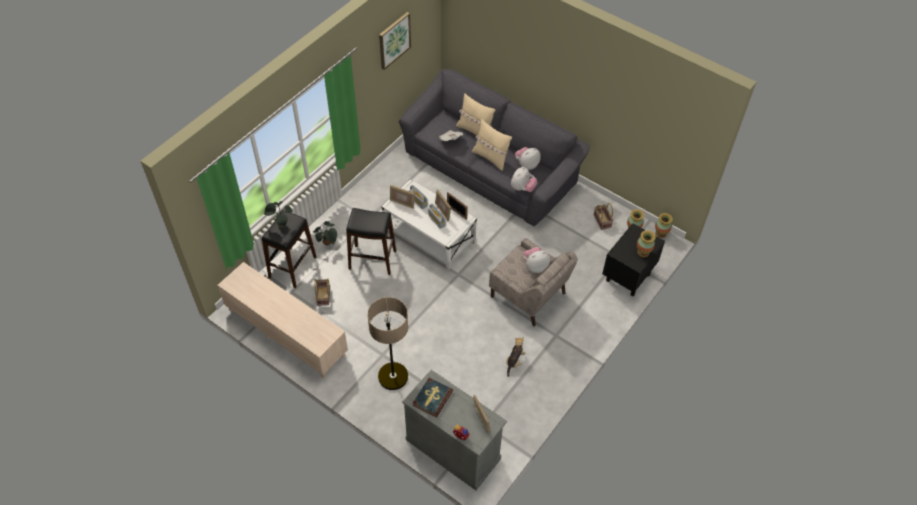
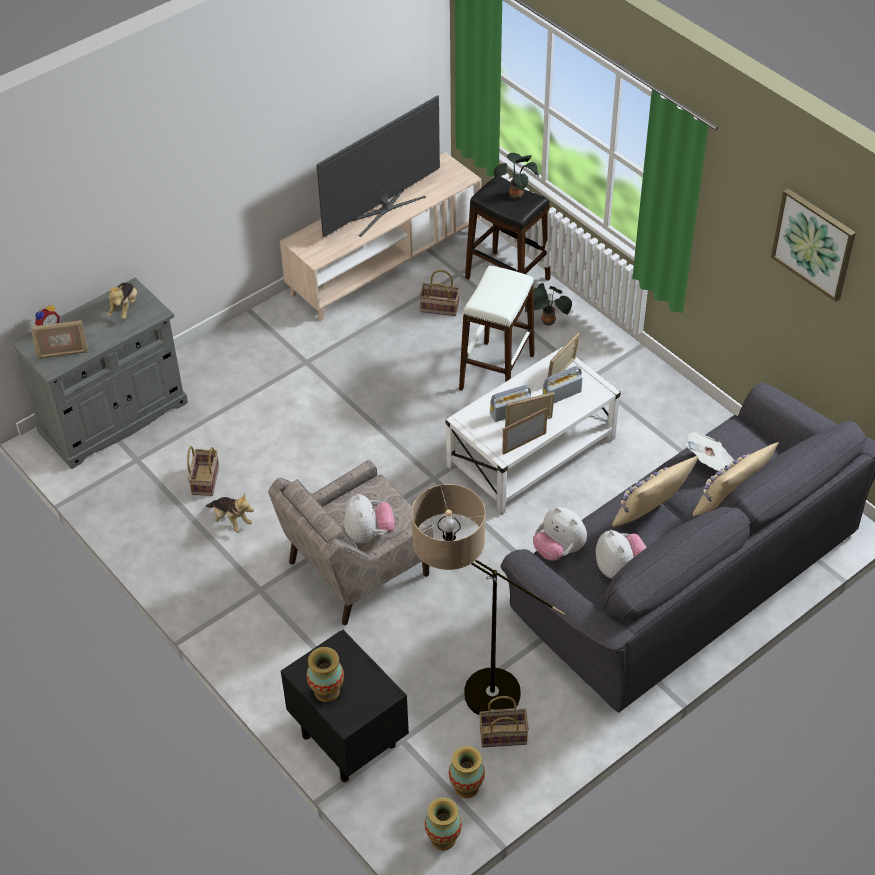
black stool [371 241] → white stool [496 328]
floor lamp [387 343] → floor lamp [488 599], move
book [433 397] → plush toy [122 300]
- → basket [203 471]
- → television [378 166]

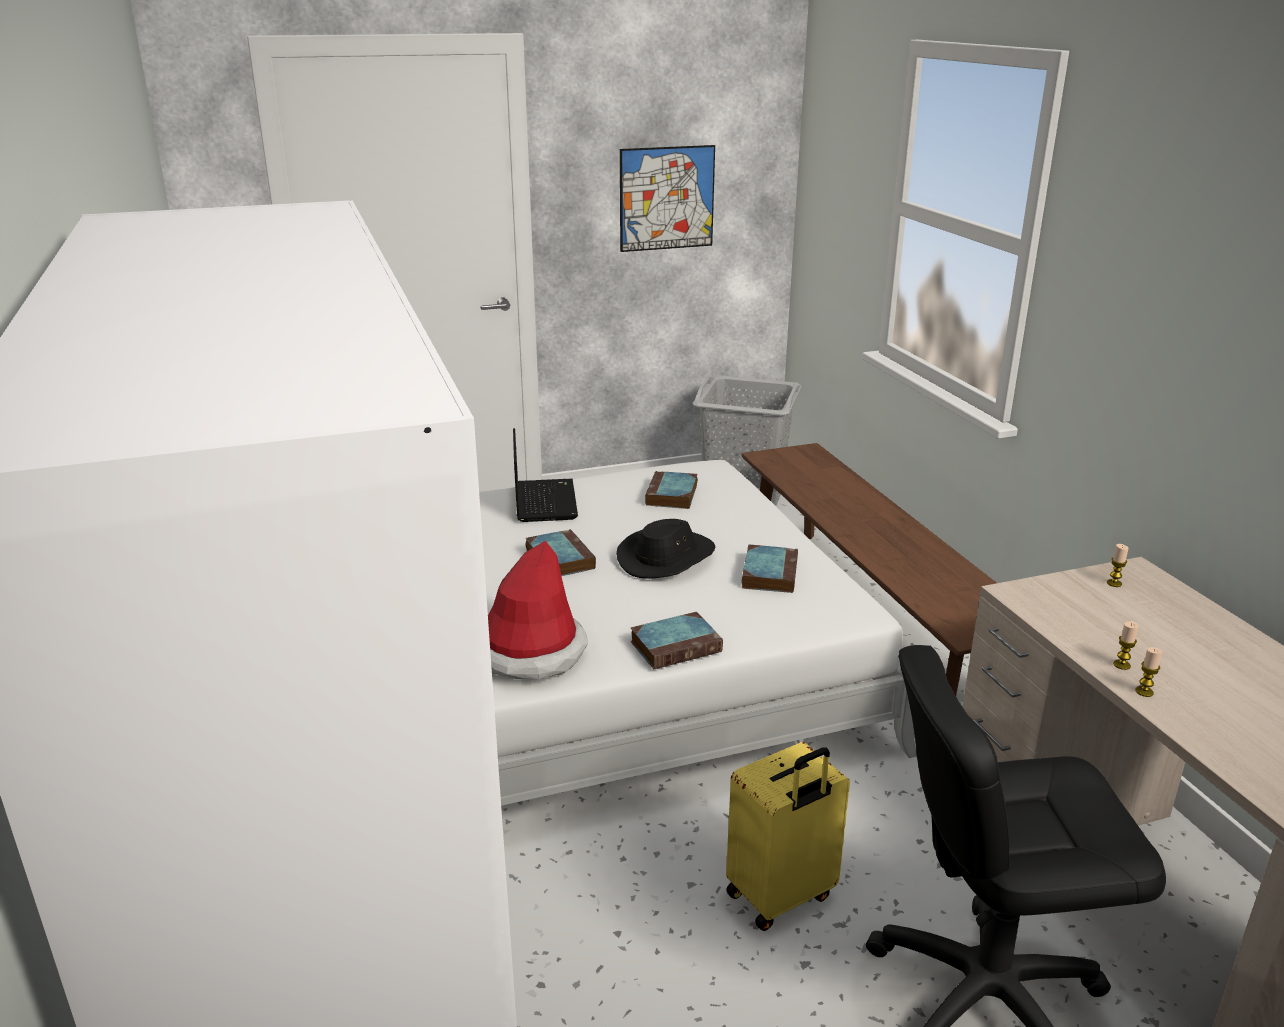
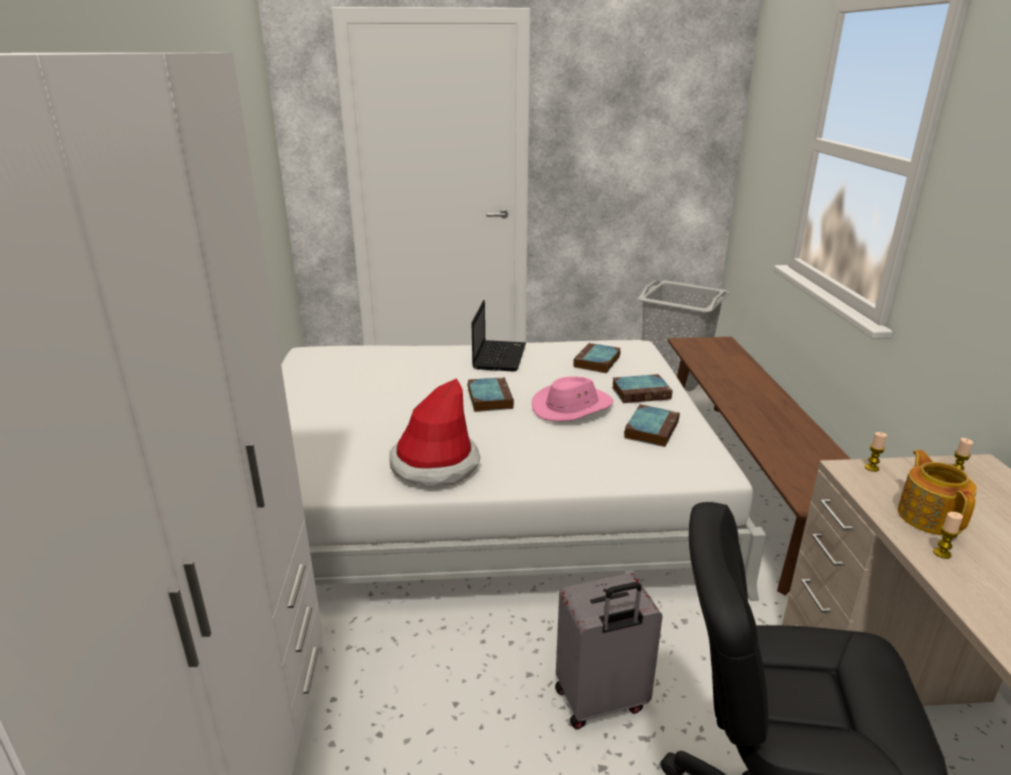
black hat [665 549] → pink hat [572 398]
picture [667 198] → -
book [676 640] → book [642 388], move
yellow suitcase [788 836] → grey suitcase [609 651]
candle [1148 672] → candle [876 452], move
- → teapot [937 492]

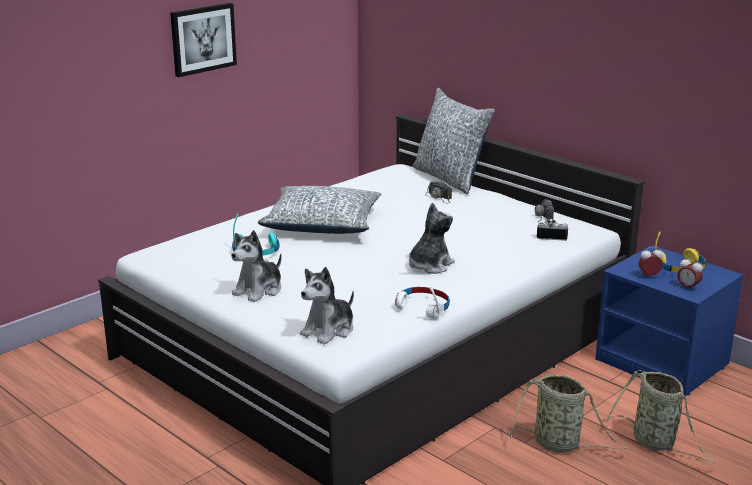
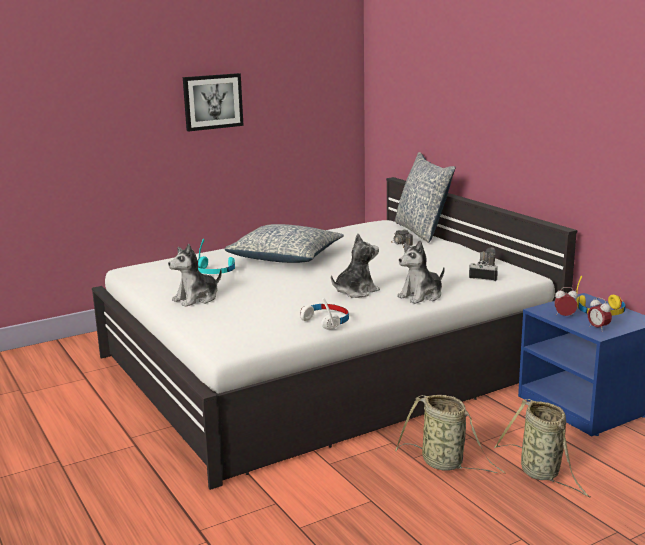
plush toy [327 305] → plush toy [421 272], move

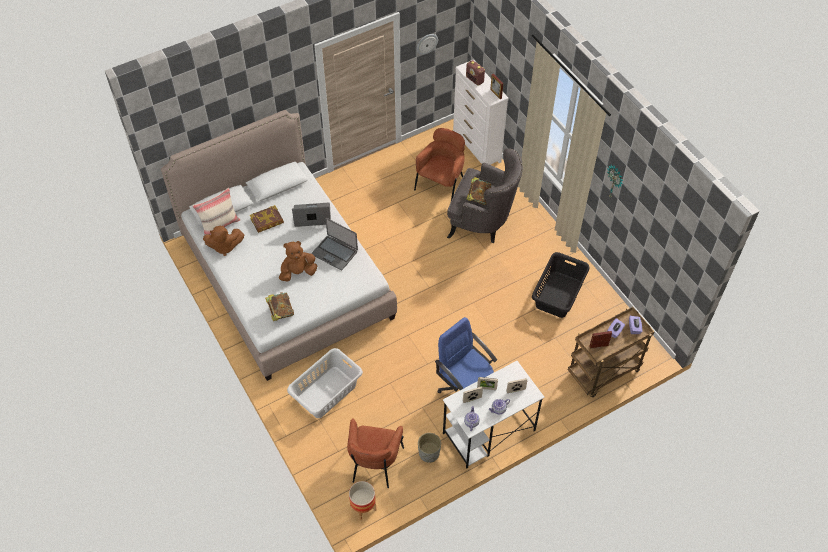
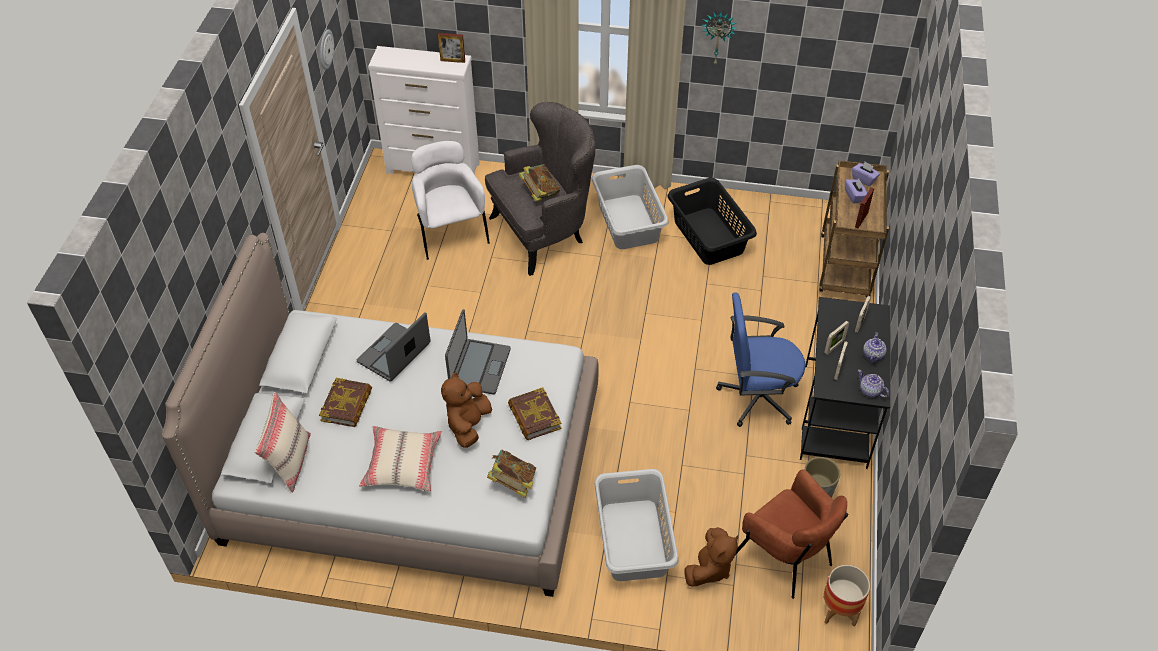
brown plush toy [223 241] → brown plush toy [711 557], move
laptop [335 244] → laptop [478 352], 60 degrees counterclockwise
brown armchair [439 164] → white armchair [450 200]
white desk [494 415] → black desk [845 383]
radio [475 73] → -
- → beige pillow [400 458]
- → book [534 413]
- → grey laundry basket [630 207]

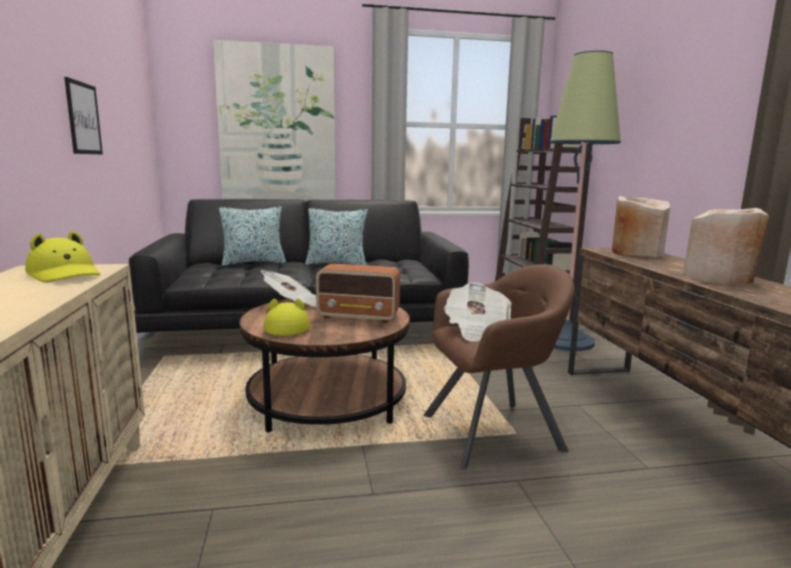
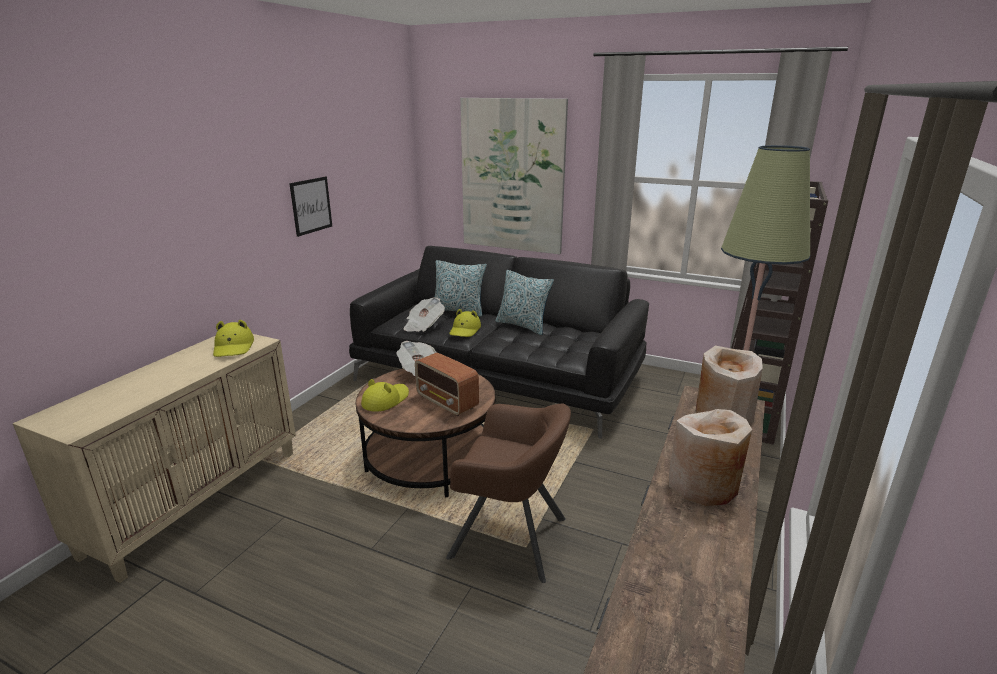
newspaper [477 312] → newspaper [424 314], move
- → yellow hat [465 323]

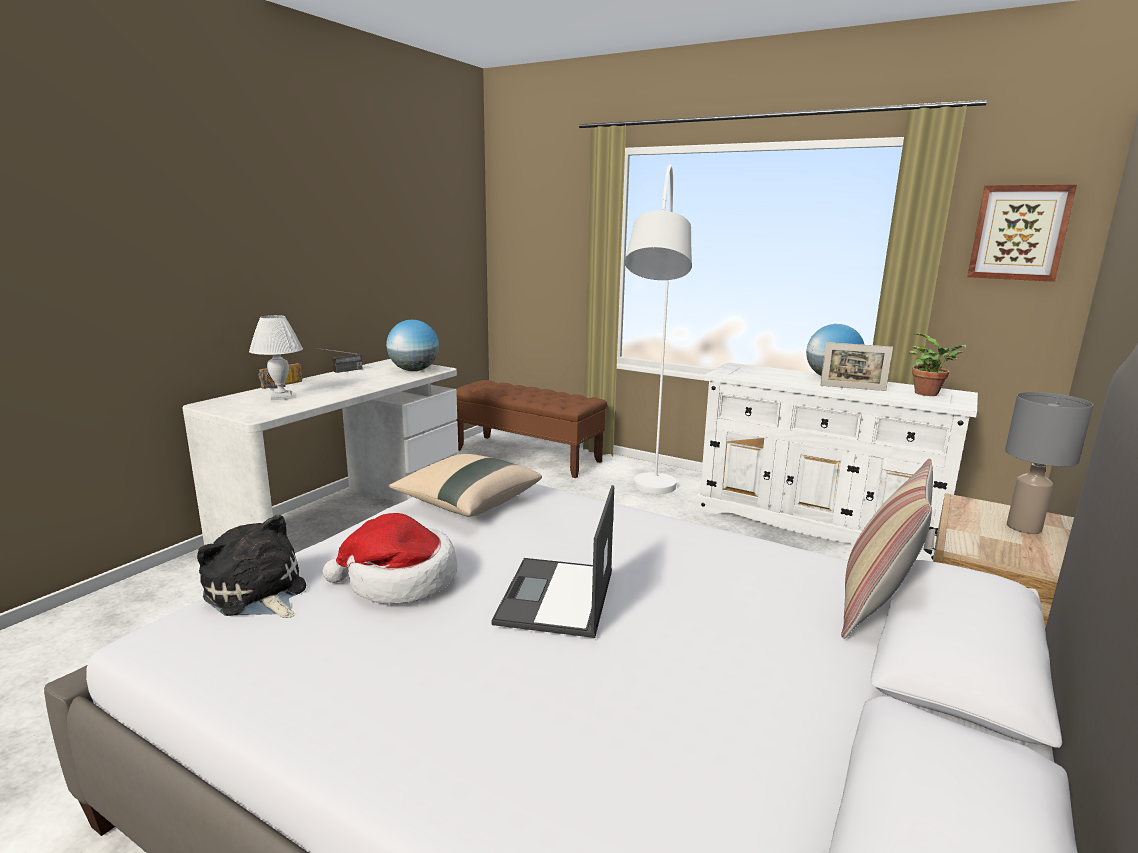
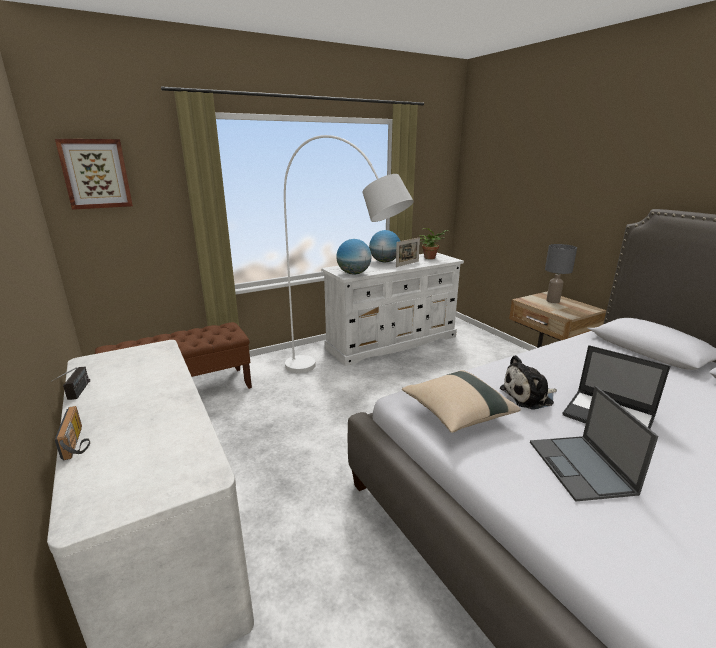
plush toy [251 566] → plush toy [528 382], move
white table lamp [276 357] → -
hat [389 558] → laptop [594 444]
globe [412 345] → globe [354 257], move
pillow [887 548] → -
picture [1022 233] → picture [94 174], move

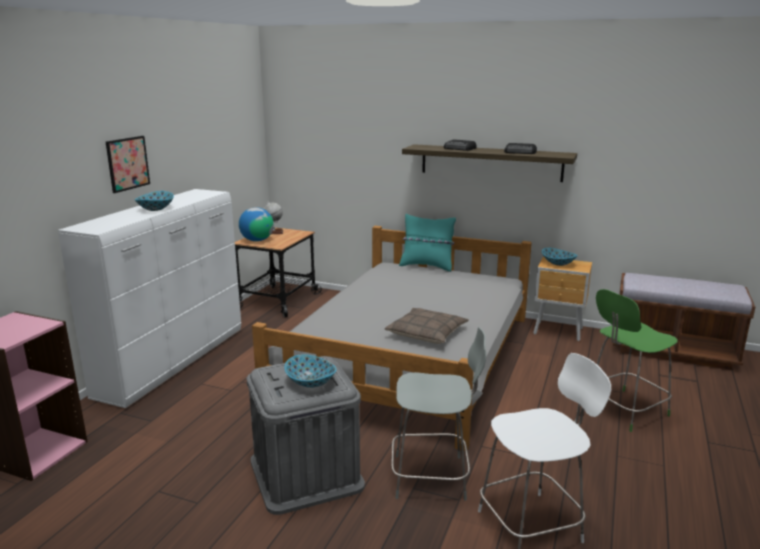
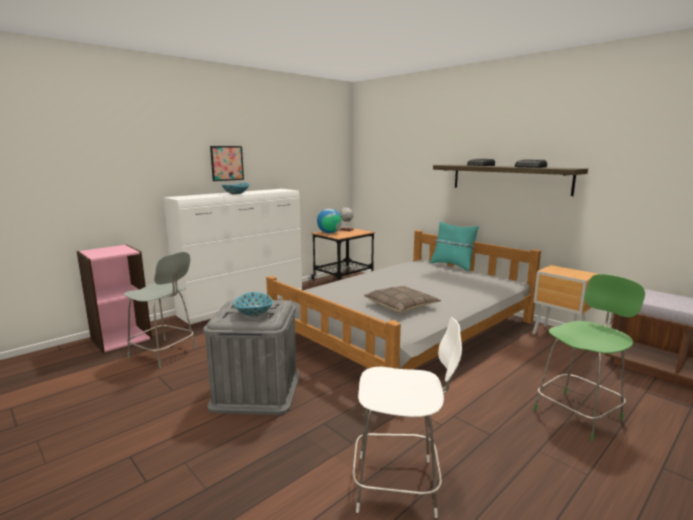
grey chair [438 413] → grey chair [160 310], move
bowl [560 257] → -
green chair [637 360] → green chair [589 358], 150 degrees clockwise

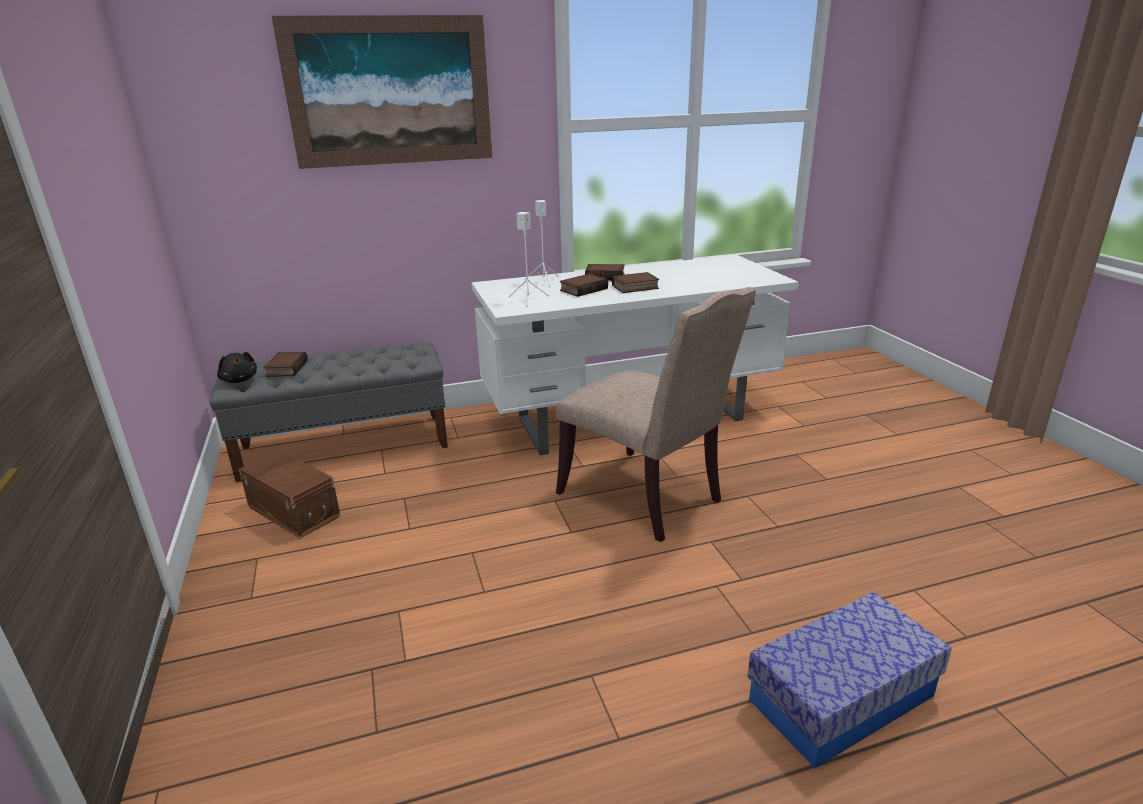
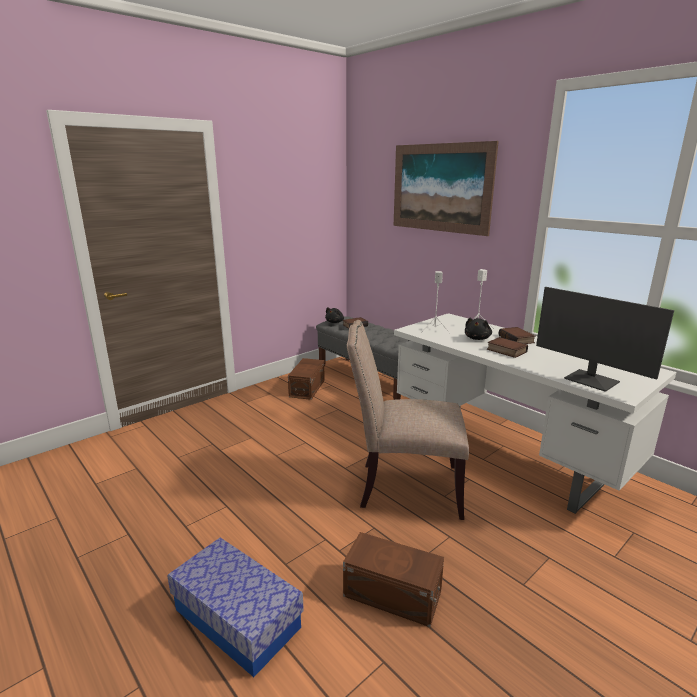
beige chair [656 414] → beige chair [408 420], 75 degrees clockwise
book [584 285] → black plush toy [478 329]
- → brown storage box [393 579]
- → monitor [605 339]

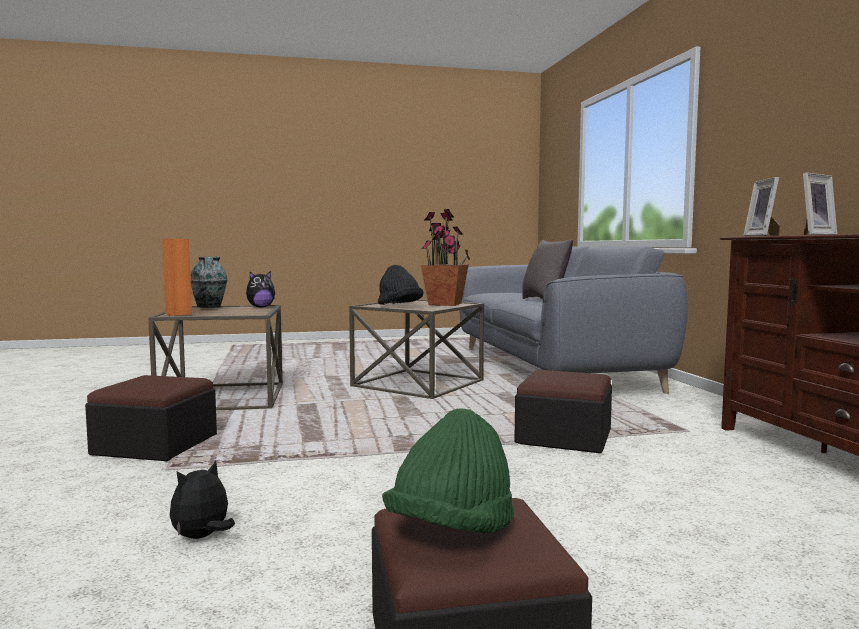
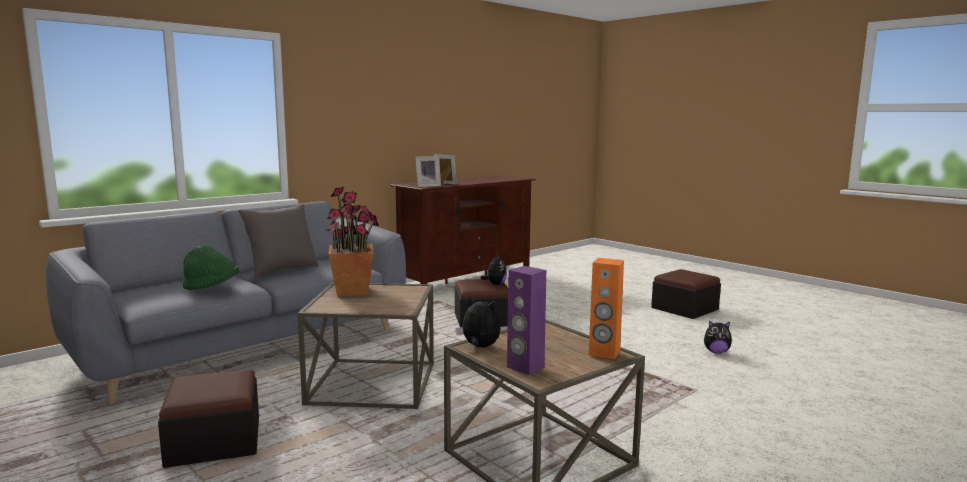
ottoman [151 418] → ottoman [208 419], move
vase [209 282] → purple speaker [526 320]
black hat [401 285] → -
green hat [448 470] → green hat [211 267], move
- → plush toy [494 269]

